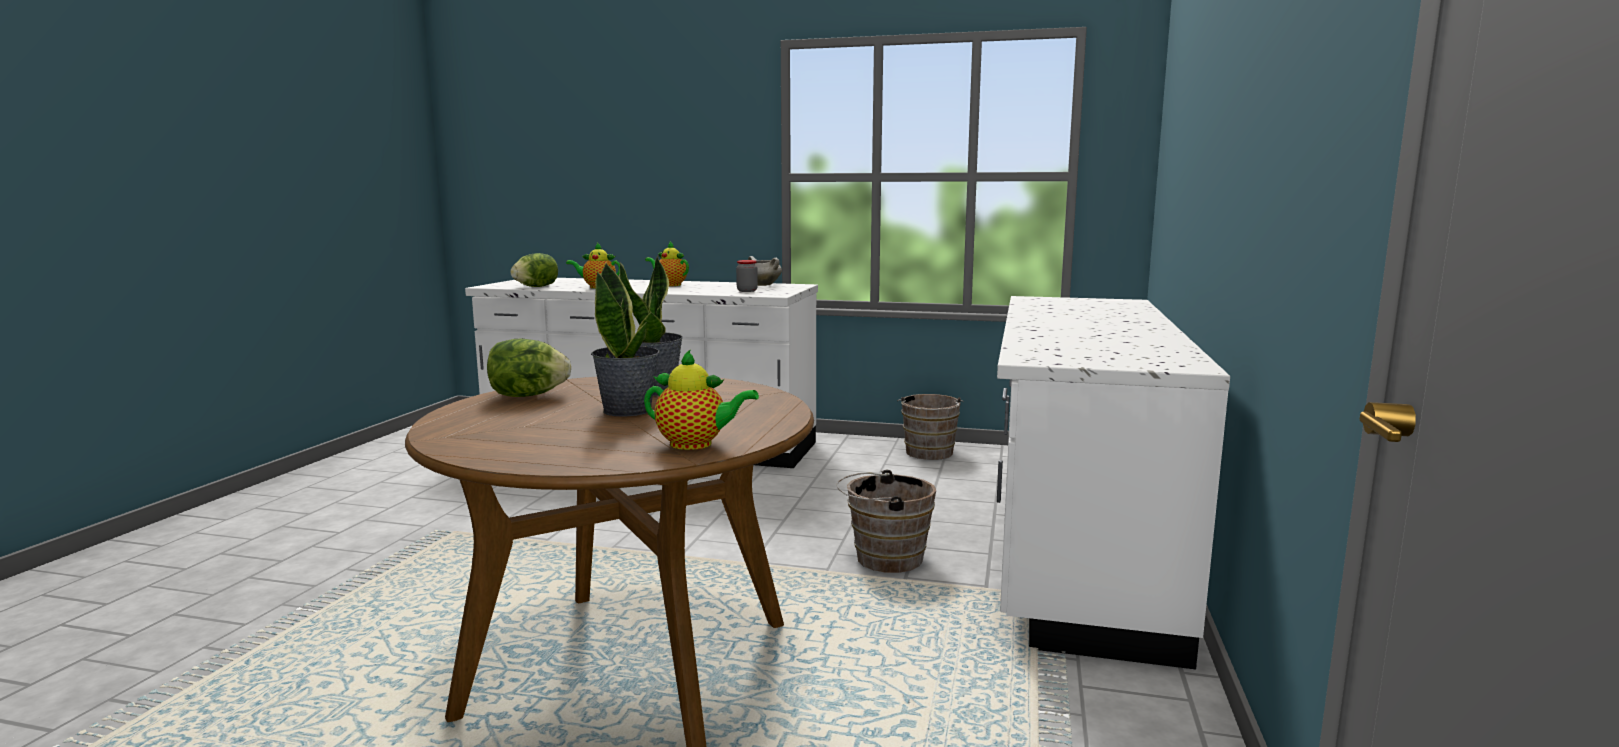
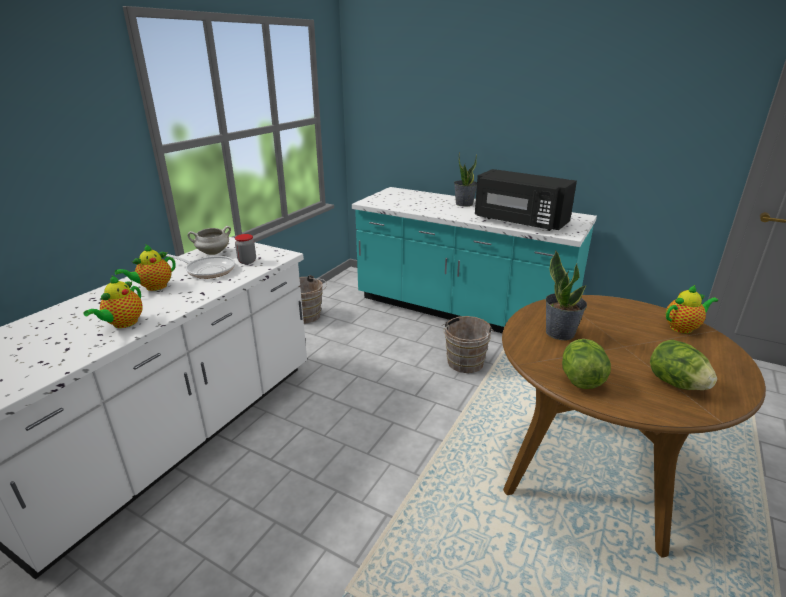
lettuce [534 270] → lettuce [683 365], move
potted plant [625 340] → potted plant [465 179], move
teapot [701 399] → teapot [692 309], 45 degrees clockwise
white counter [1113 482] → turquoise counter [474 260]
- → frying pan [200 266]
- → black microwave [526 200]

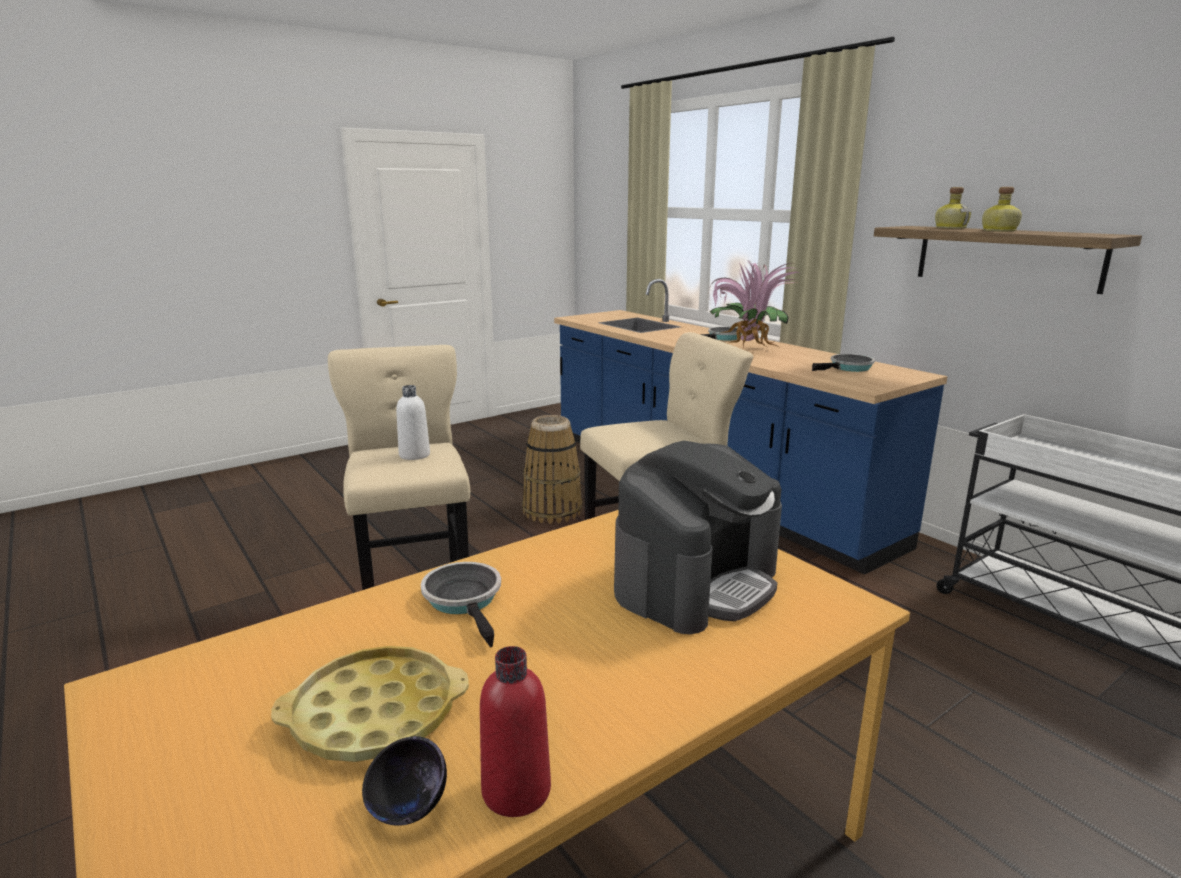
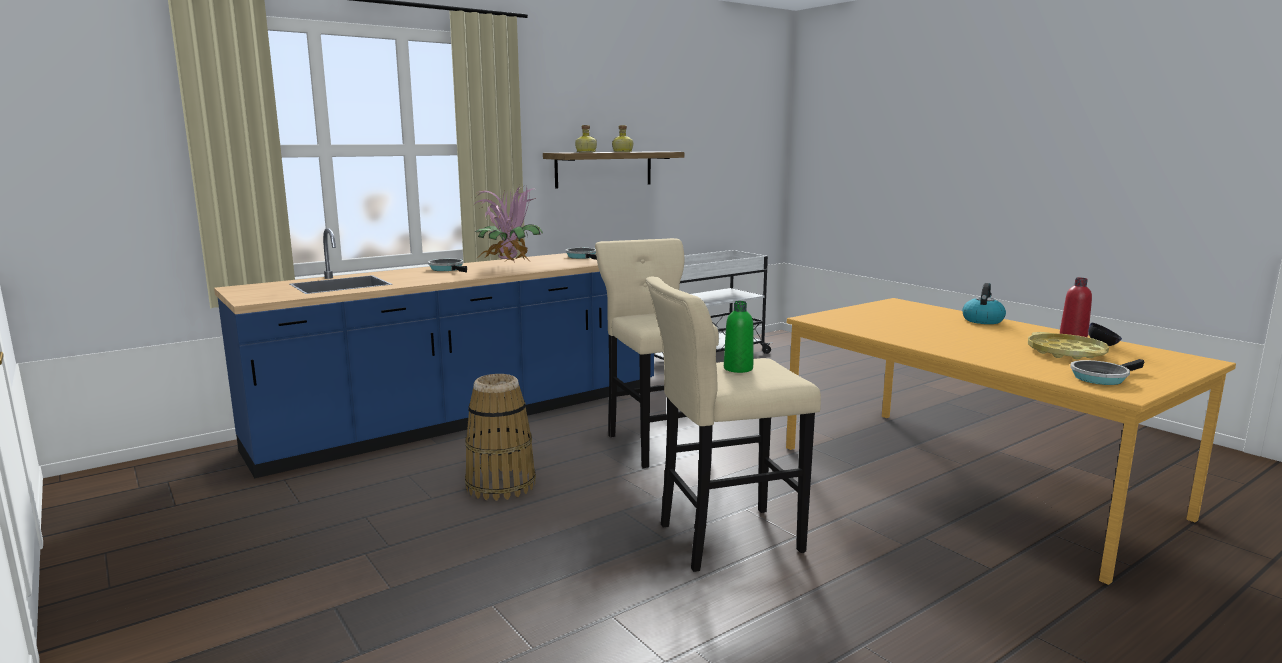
white bottle [413 422] → green bottle [738 337]
frying pan [461 605] → frying pan [1107 372], move
coffee machine [698 537] → -
- → kettle [984 303]

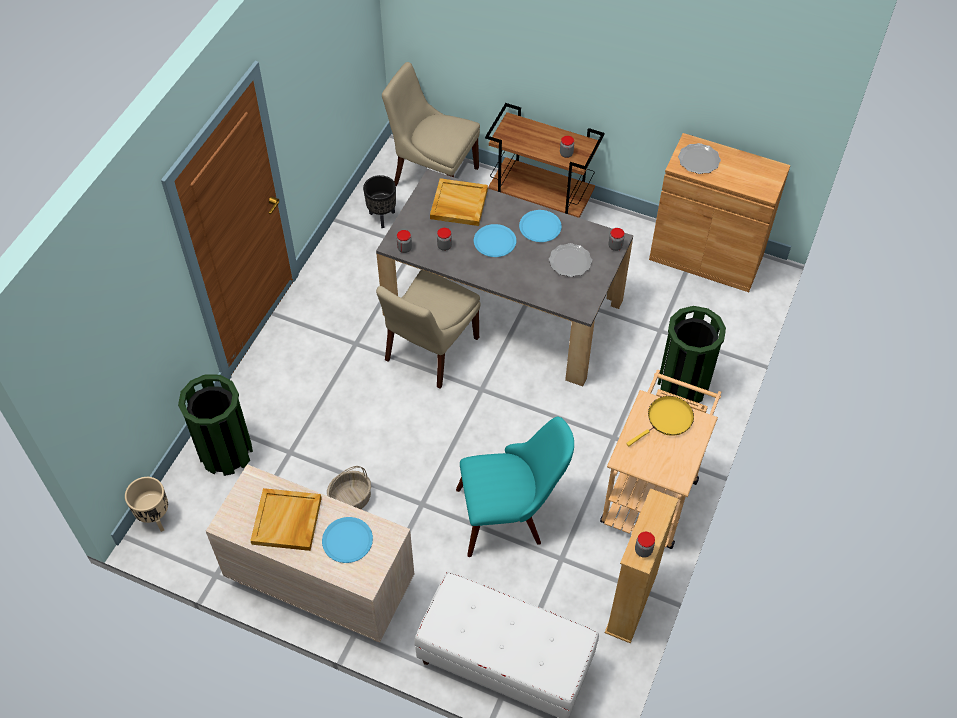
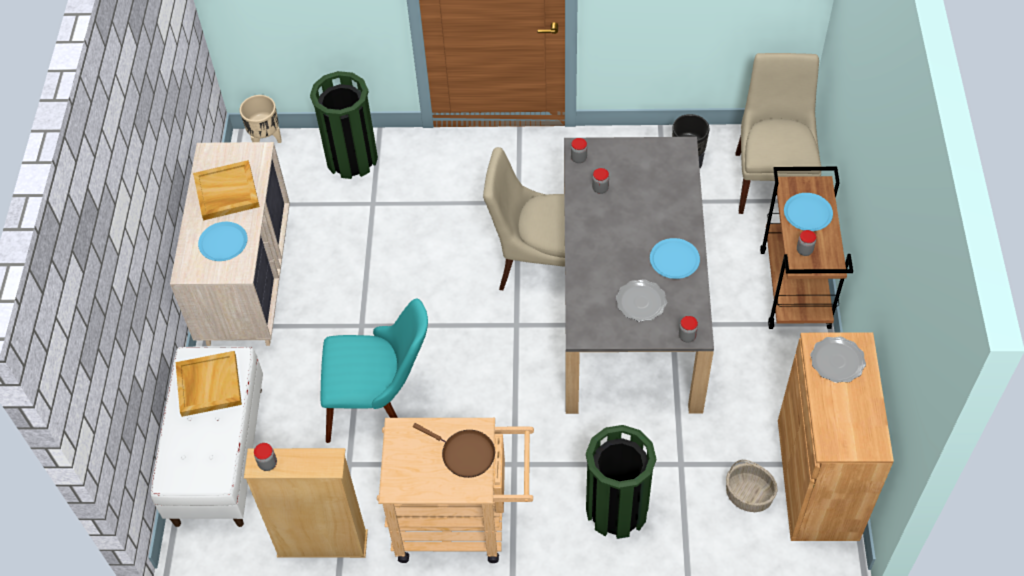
basket [349 487] → basket [752 486], move
beige tray [459 202] → beige tray [209 384], move
turquoise chair [515 487] → turquoise chair [374 370], 60 degrees counterclockwise
blue plate [495 240] → blue plate [808 212], move
yellow frying pan [660 421] → brown frying pan [454 450]

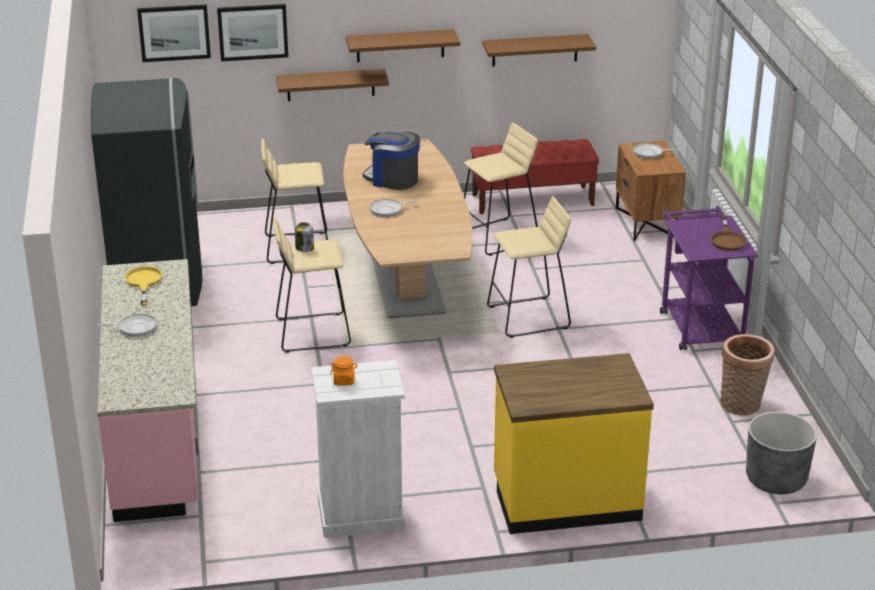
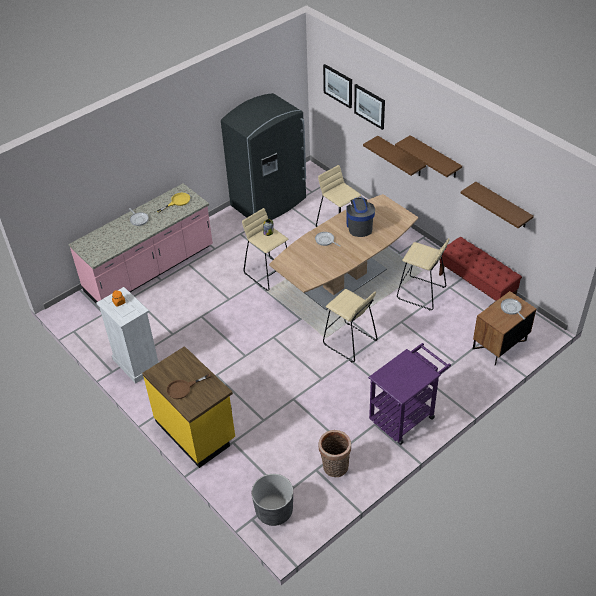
brown frying pan [729 233] → brown frying pan [189 386], move

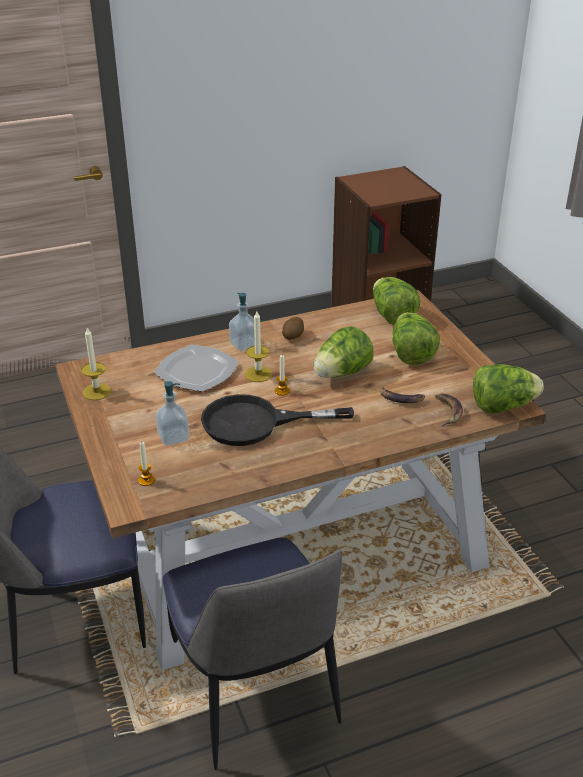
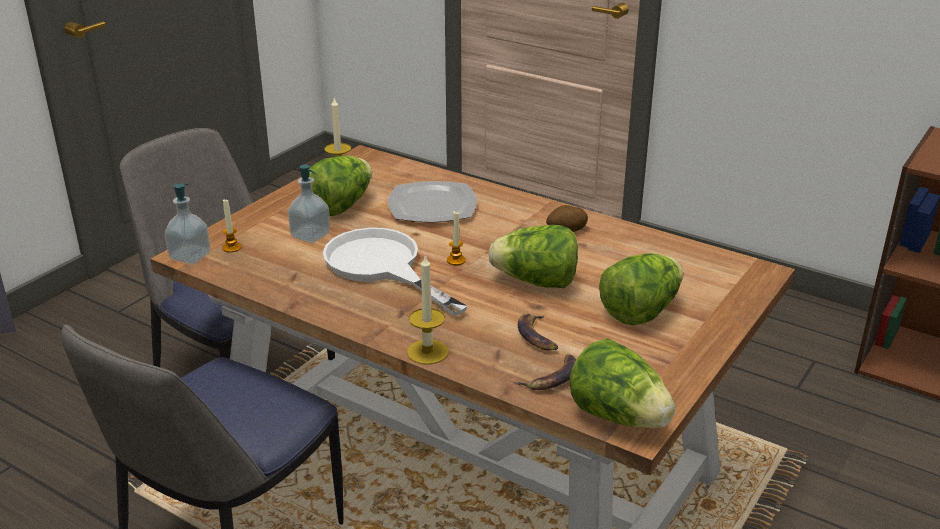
black frying pan [277 420] → white frying pan [395 272]
soap dispenser [242 322] → soap dispenser [188 223], move
candle [258 346] → candle [428 309], move
lettuce [396 301] → lettuce [340 186], move

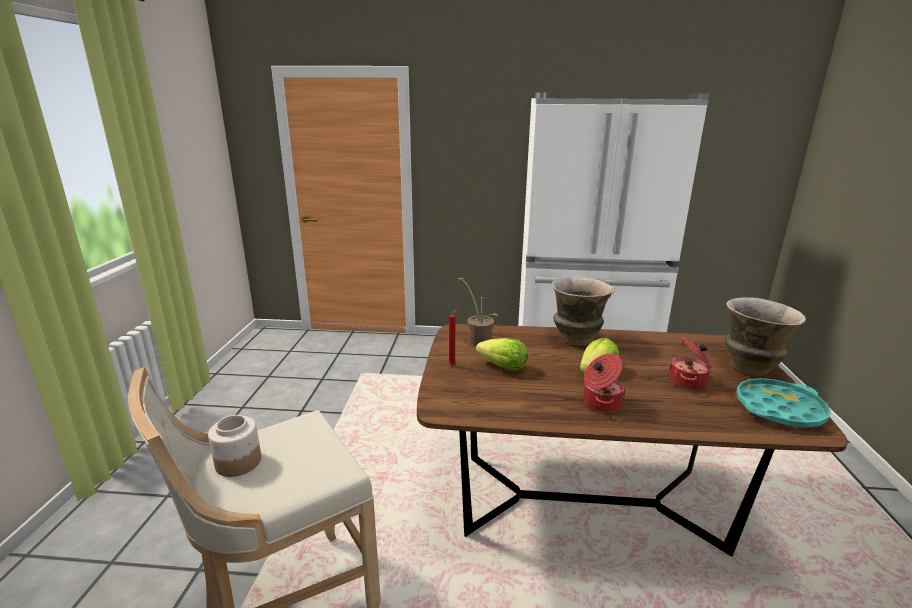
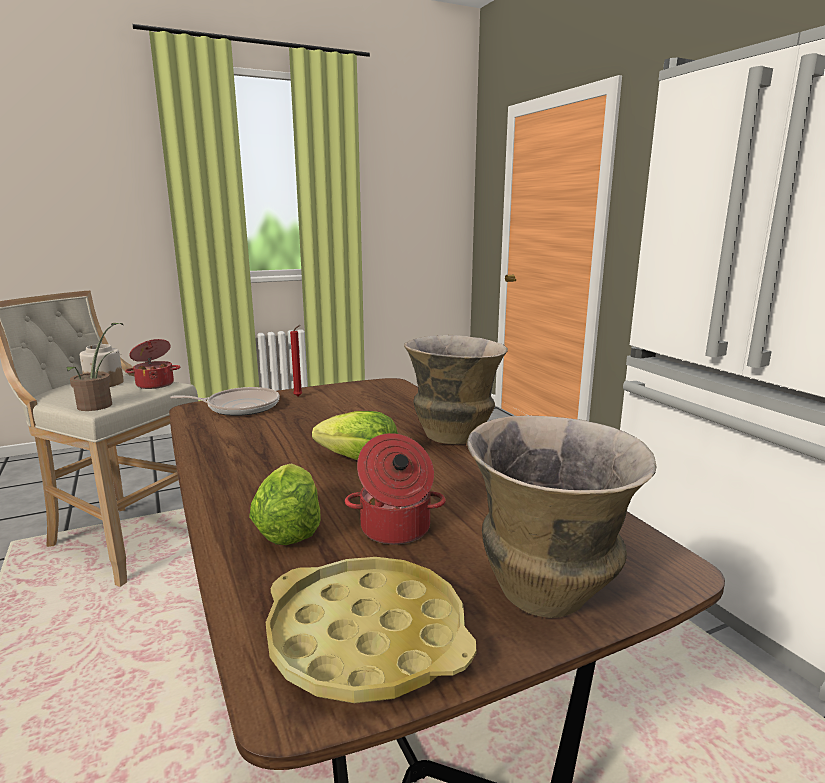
potted plant [478 312] → potted plant [95 367], move
lettuce [502 354] → lettuce [285 504], move
cooking pot [604 383] → cooking pot [152 364], move
turquoise tray [783 403] → yellow tray [371 630]
- → frying pan [224 401]

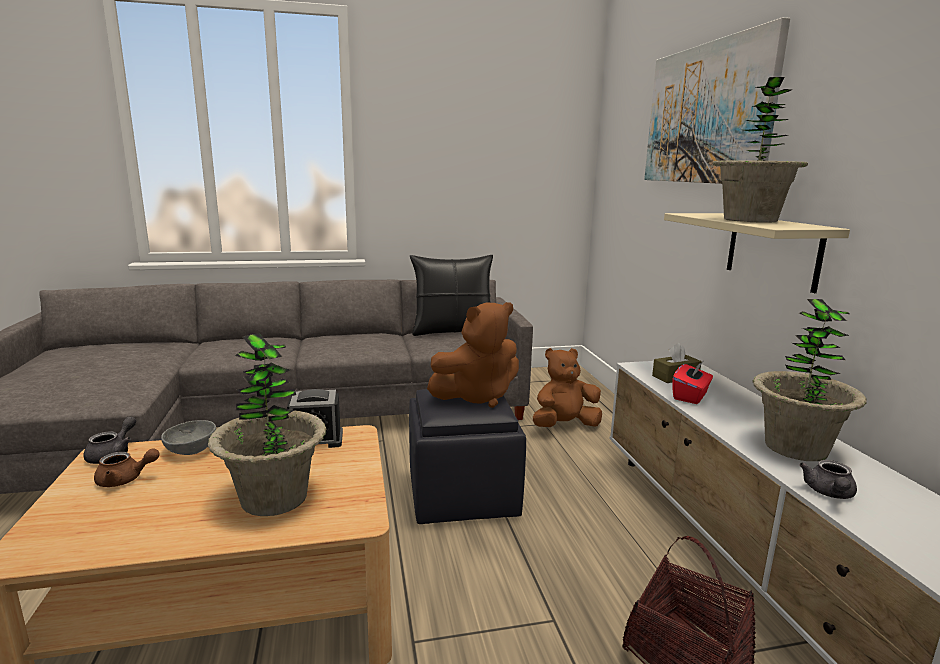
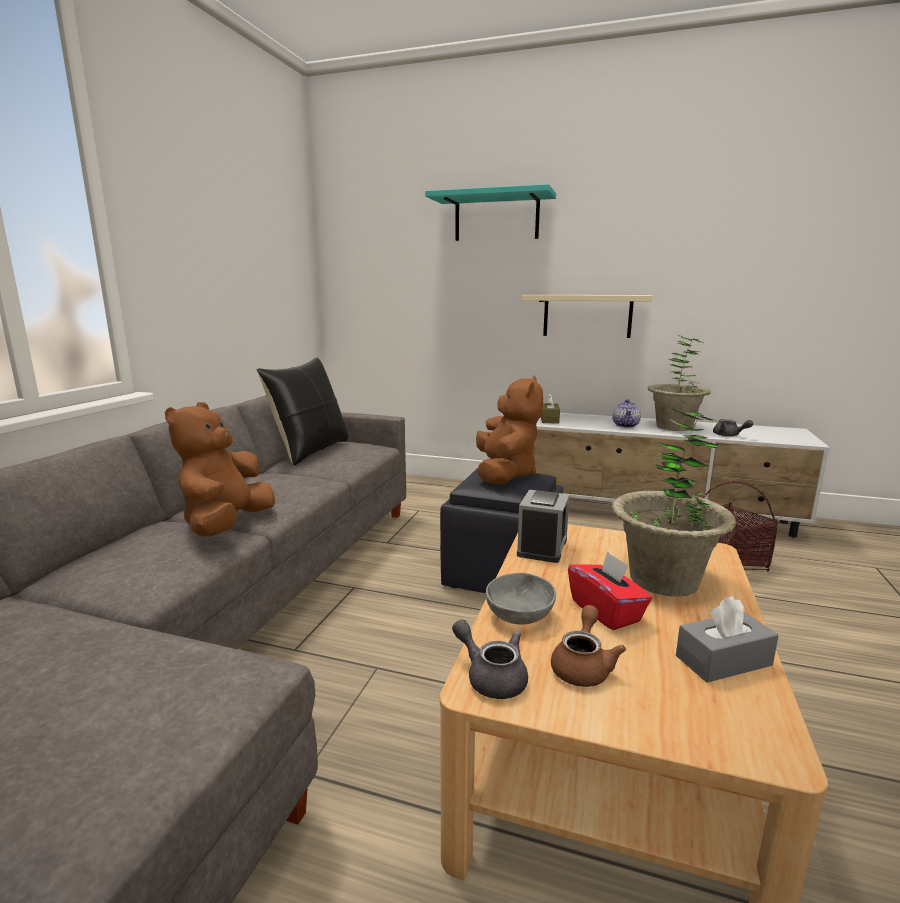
brown plush toy [567 387] → brown plush toy [220 469], move
picture [717 100] → turquoise shelf [490 212]
red tissue box [692 383] → red tissue box [610 590], move
potted plant [760 150] → -
- → teapot [626 413]
- → grey tissue box [727 639]

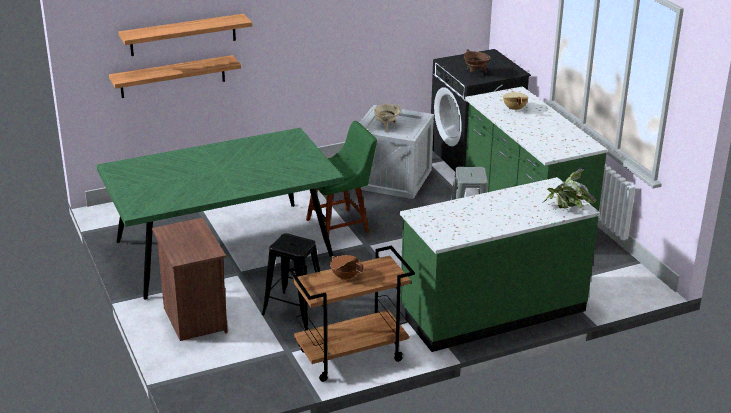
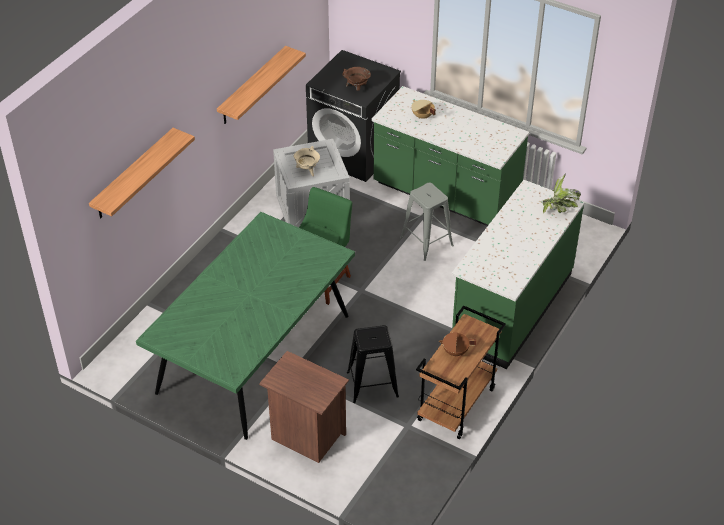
shelf [175 76] → shelf [261 85], move

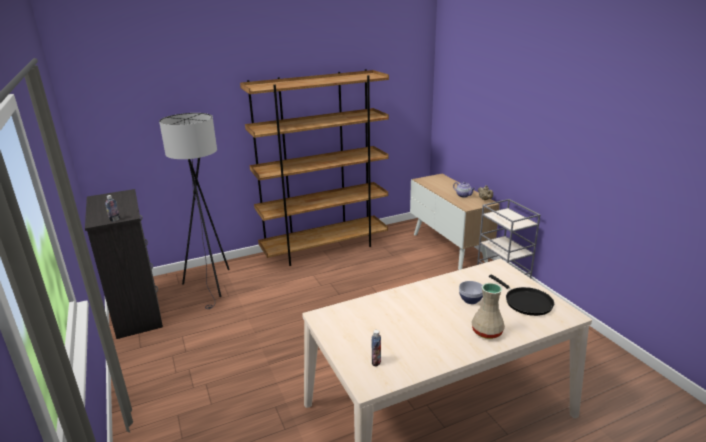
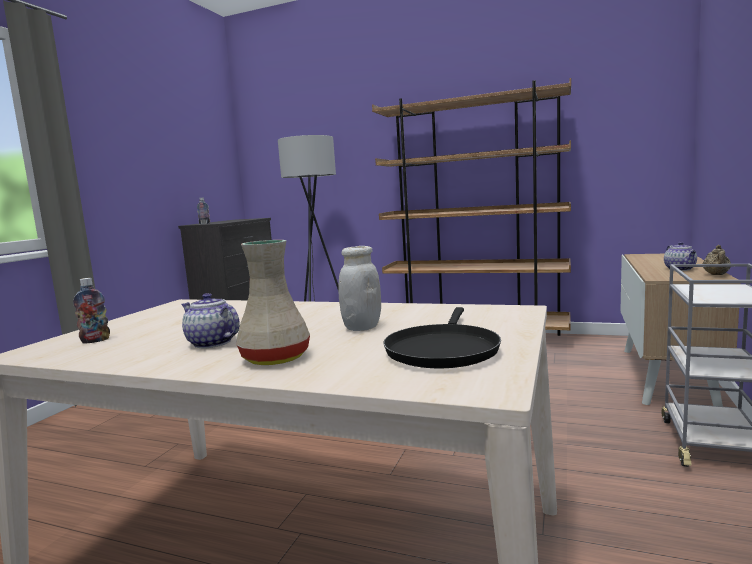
bowl [471 292] → white jar [359 288]
- → teapot [210 321]

